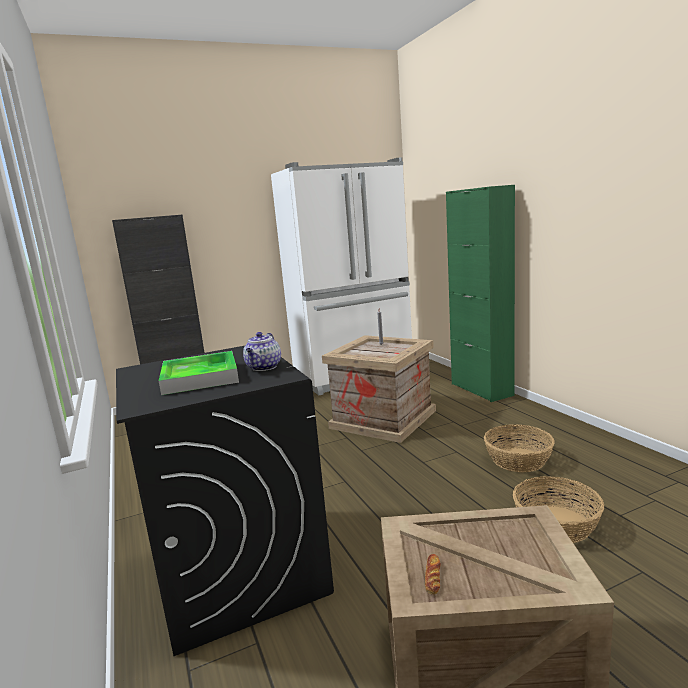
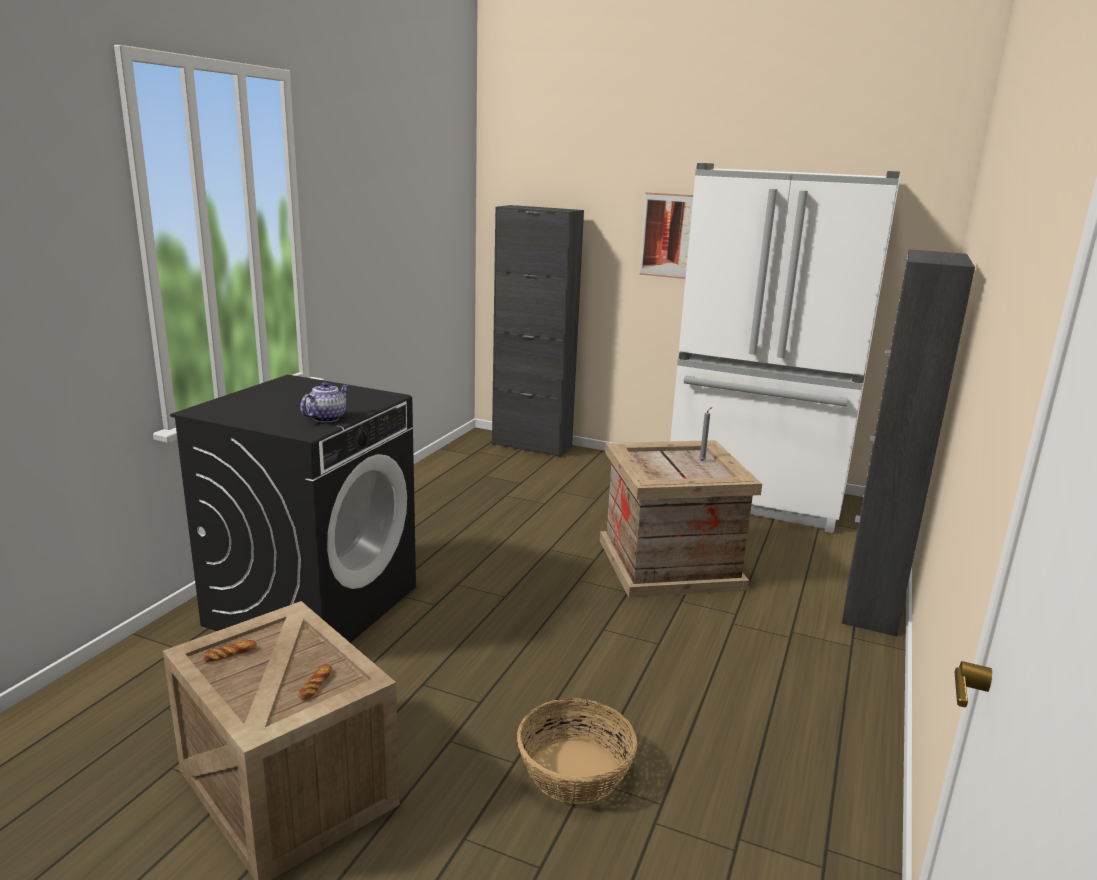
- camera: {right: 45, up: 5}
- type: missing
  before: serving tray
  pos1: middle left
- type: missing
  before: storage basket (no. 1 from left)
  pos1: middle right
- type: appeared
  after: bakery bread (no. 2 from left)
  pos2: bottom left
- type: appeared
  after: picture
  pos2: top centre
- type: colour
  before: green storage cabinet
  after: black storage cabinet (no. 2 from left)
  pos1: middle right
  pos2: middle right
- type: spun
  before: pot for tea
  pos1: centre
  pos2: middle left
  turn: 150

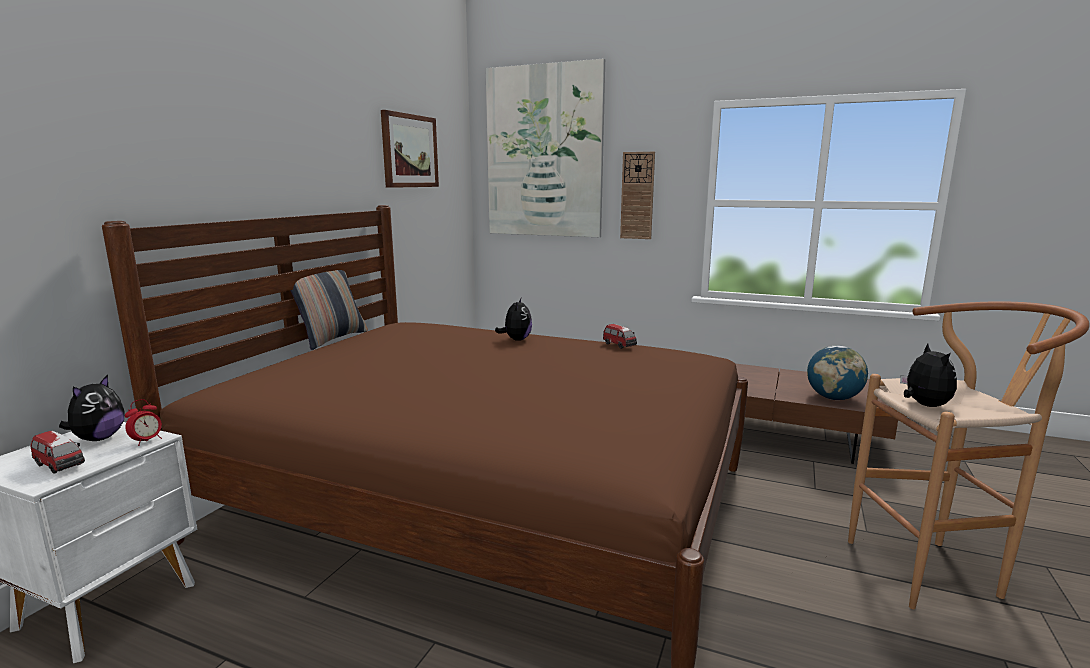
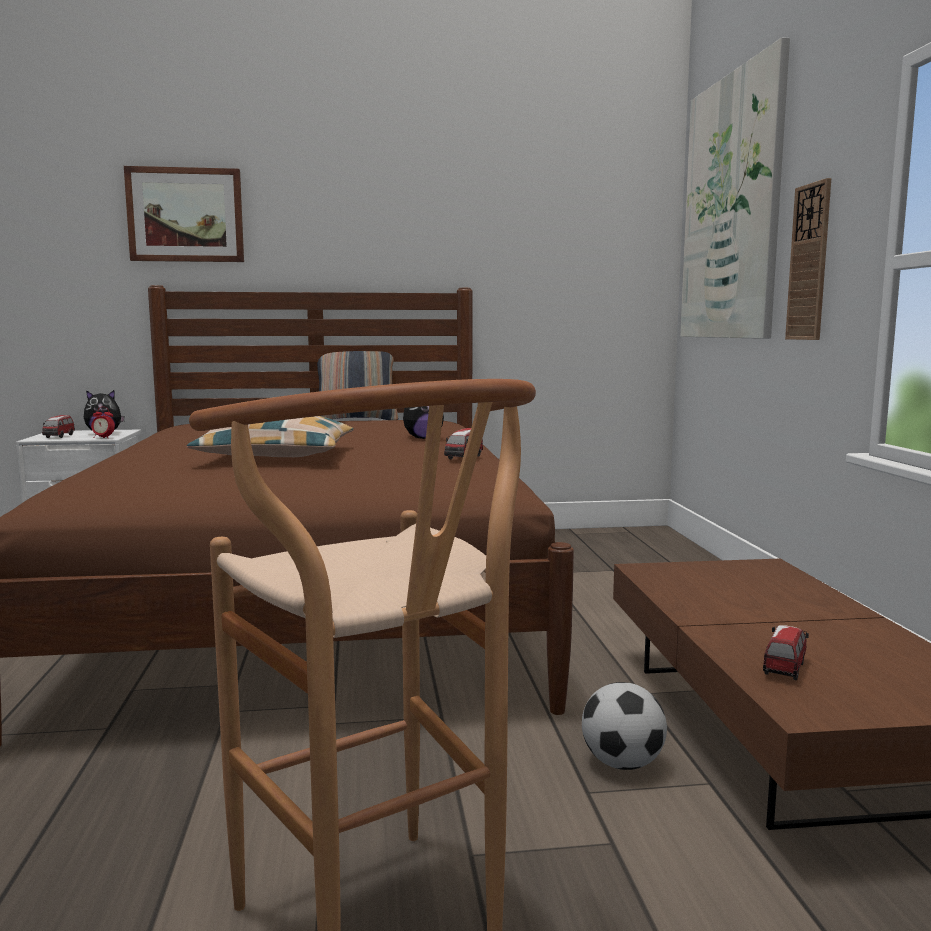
- camera: {right: 60, up: -5}
- type: missing
  before: cuddly toy (no. 3 from left)
  pos1: middle right
- type: appeared
  after: throw pillow (no. 1 from left)
  pos2: middle left
- type: appeared
  after: football
  pos2: bottom right
- type: relocated
  before: picture (no. 1 from left)
  pos1: top centre
  pos2: top left
- type: exchanged
  before: desk globe
  after: model car (no. 3 from left)
  pos1: middle right
  pos2: bottom right

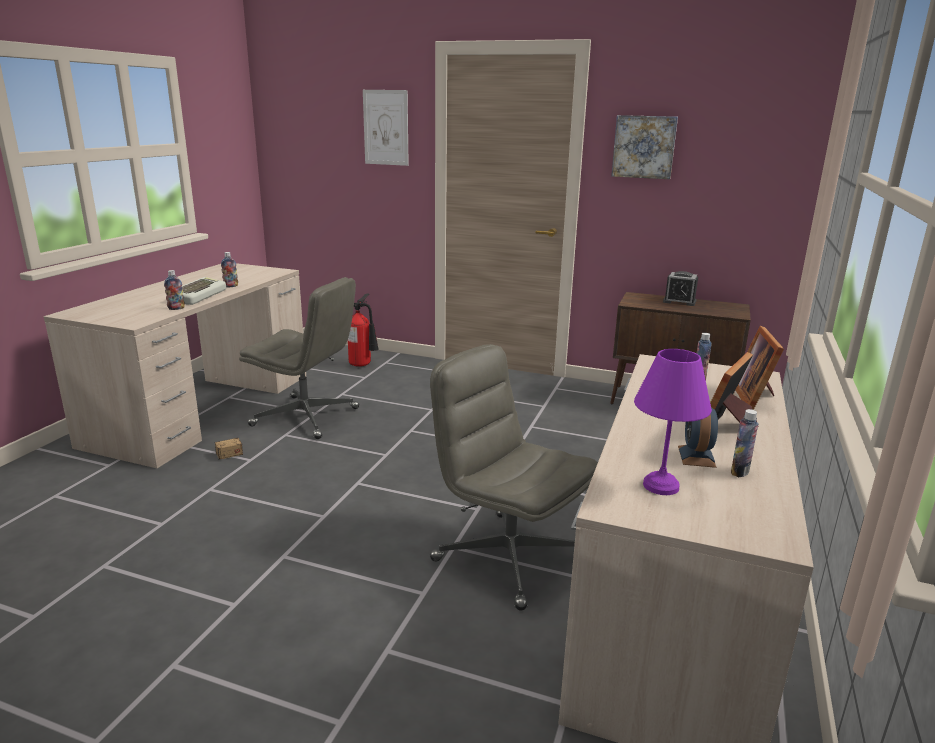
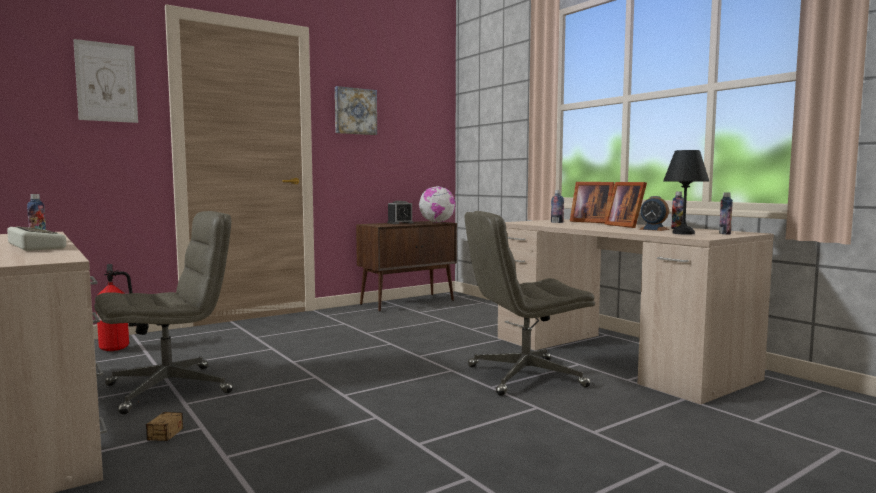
- camera: {right: -55, up: -15}
- type: appeared
  after: desk globe
  pos2: centre
- type: relocated
  before: beverage bottle (no. 1 from left in the first image)
  after: beverage bottle (no. 4 from left)
  pos1: middle left
  pos2: middle right
- type: colour
  before: purple-coloured tabletop lamp
  after: black tabletop lamp
  pos1: middle right
  pos2: middle right

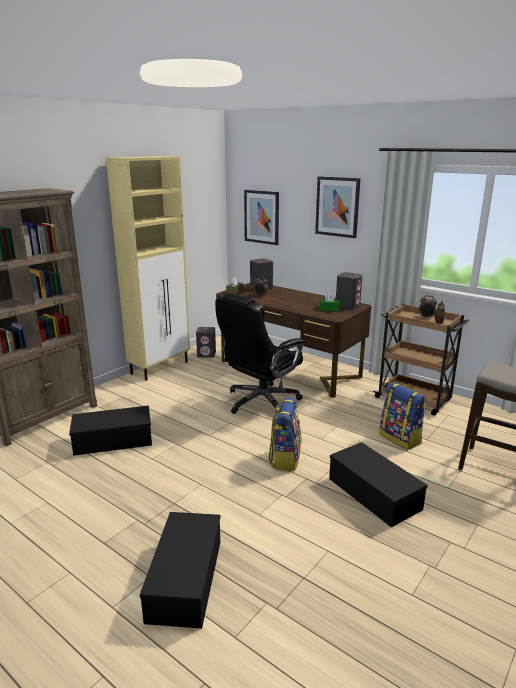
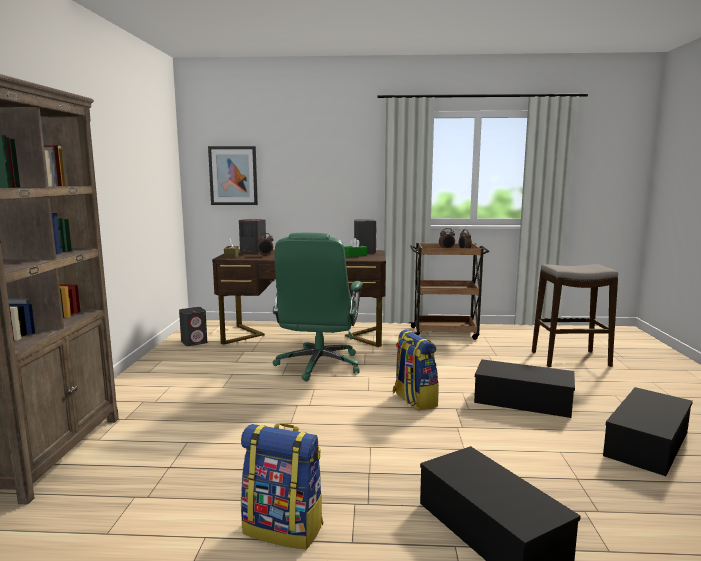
- camera: {right: -35, up: -10}
- type: missing
  before: sand-coloured storage cabinet
  pos1: middle left
- type: missing
  before: picture (no. 2 from left)
  pos1: top centre
- type: relocated
  before: black storage box (no. 1 from left in the first image)
  after: black storage box (no. 3 from left)
  pos1: middle left
  pos2: bottom right
- type: relocated
  before: rucksack (no. 2 from left in the first image)
  after: rucksack (no. 1 from left)
  pos1: middle right
  pos2: bottom centre
- type: colour
  before: black desk chair
  after: green desk chair
  pos1: centre
  pos2: centre

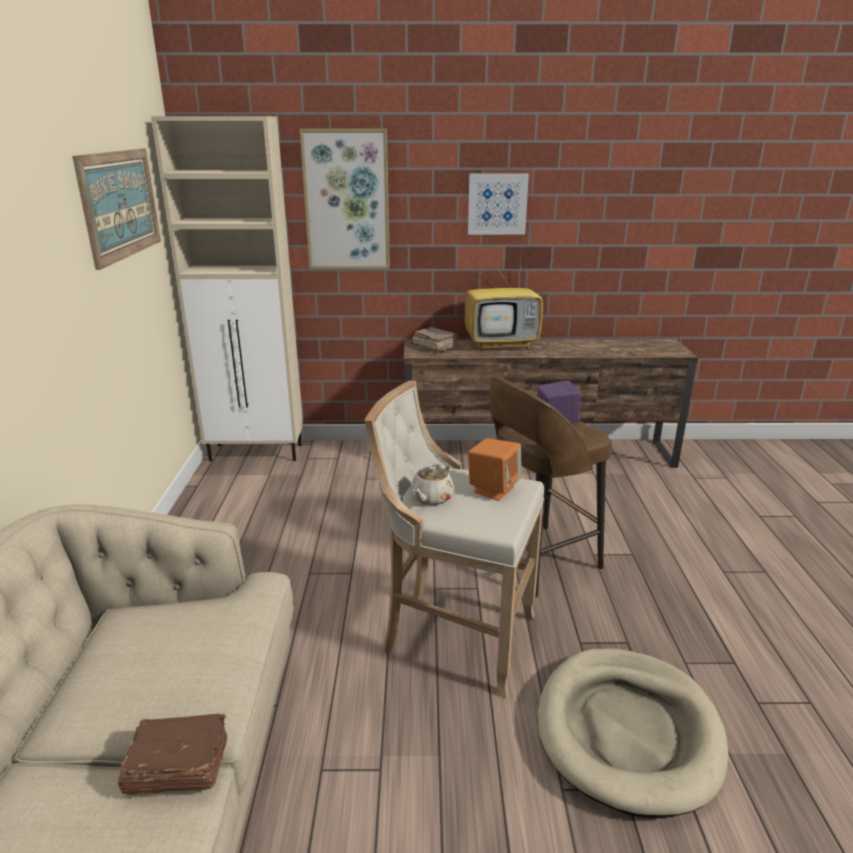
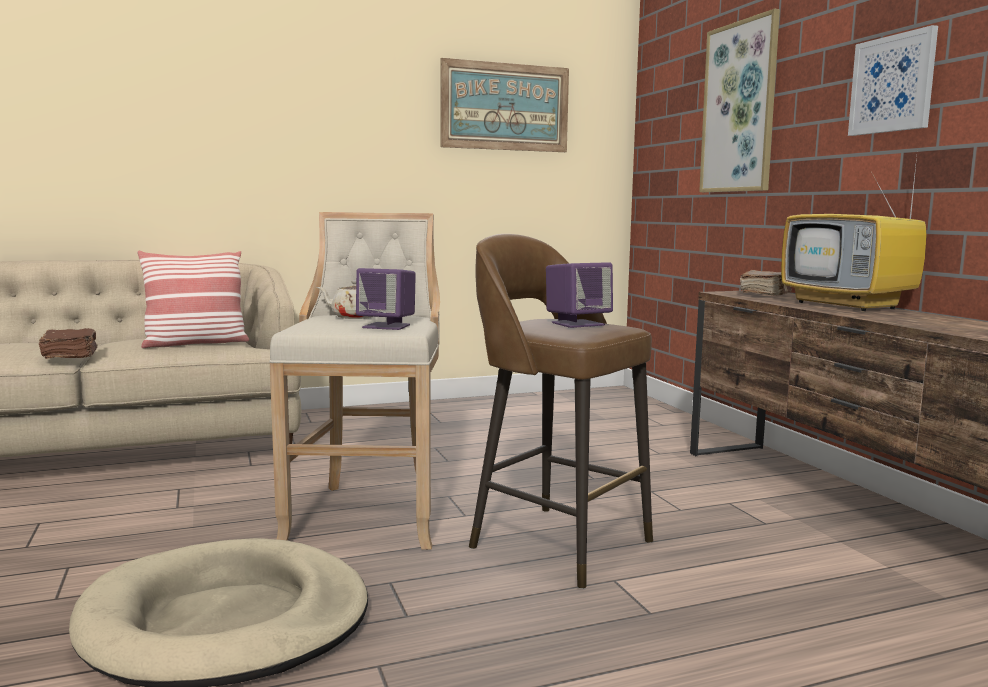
- camera: {right: 70, up: -15}
- type: missing
  before: sand-coloured storage cabinet
  pos1: middle left
- type: appeared
  after: throw pillow
  pos2: middle left
- type: colour
  before: orangey speaker
  after: purple-coloured speaker (no. 1 from left)
  pos1: centre
  pos2: centre

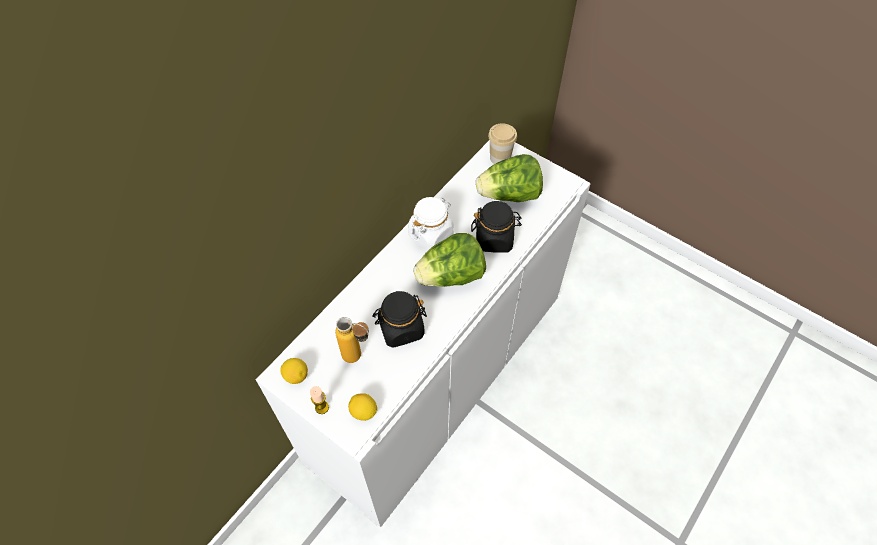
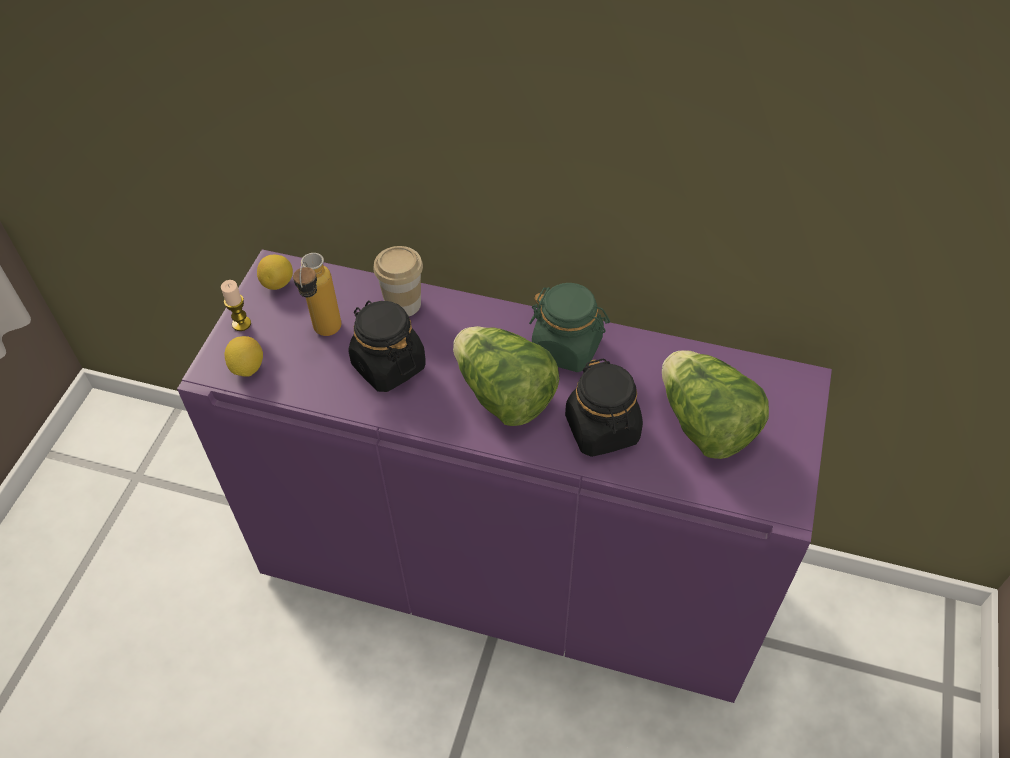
- camera: {right: 70, up: -5}
- type: relocated
  before: small cup
  pos1: top centre
  pos2: centre
- type: colour
  before: whitish storage cabinet
  after: purple-coloured storage cabinet
  pos1: centre
  pos2: centre
- type: colour
  before: whitish jar
  after: green jar
  pos1: centre
  pos2: centre

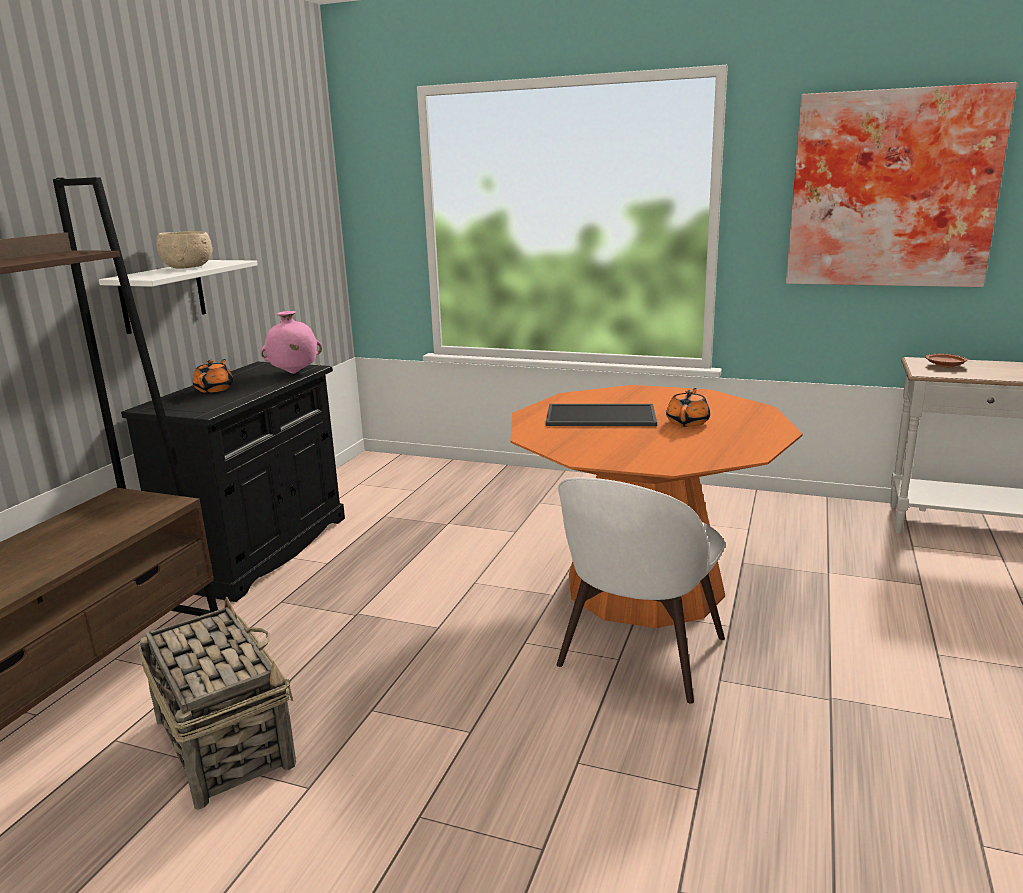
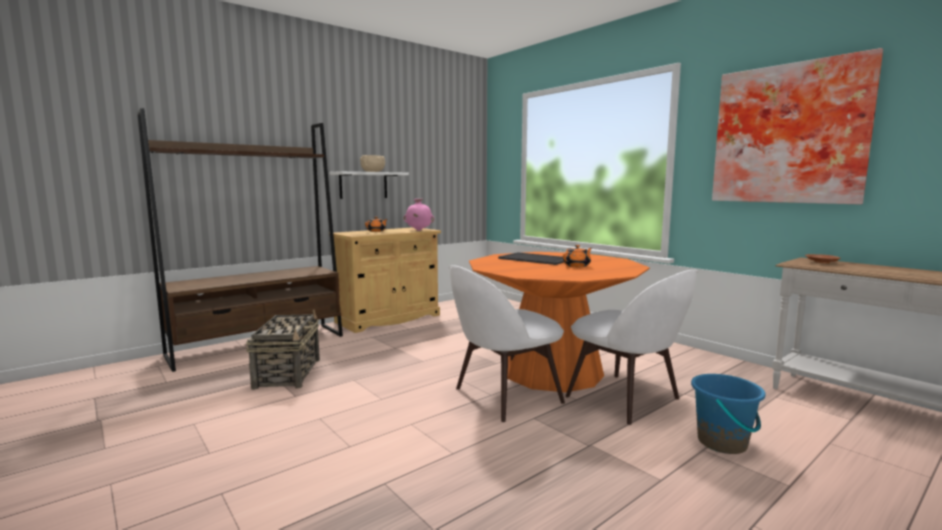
- camera: {right: 30, up: -10}
- type: appeared
  after: whitish plain chair (no. 2 from left)
  pos2: middle right
- type: appeared
  after: bluish pail
  pos2: bottom right
- type: colour
  before: black storage cabinet
  after: sand-coloured storage cabinet
  pos1: middle left
  pos2: centre

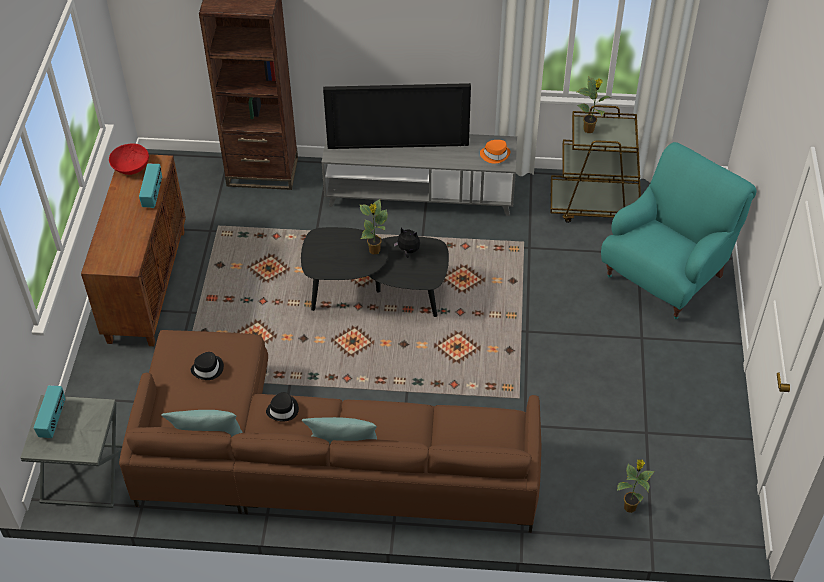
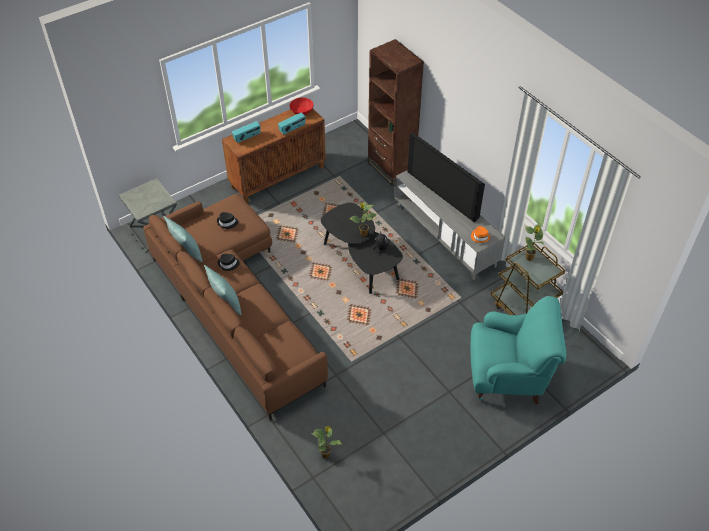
- camera: {right: 50, up: 0}
- type: relocated
  before: radio receiver (no. 1 from left)
  pos1: bottom left
  pos2: top centre

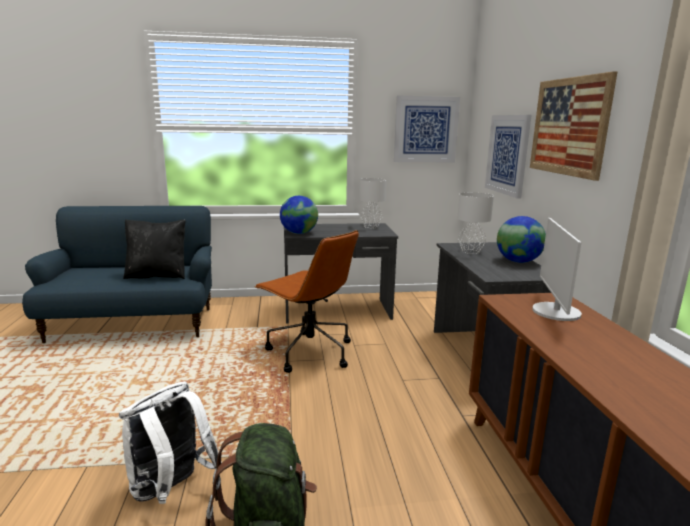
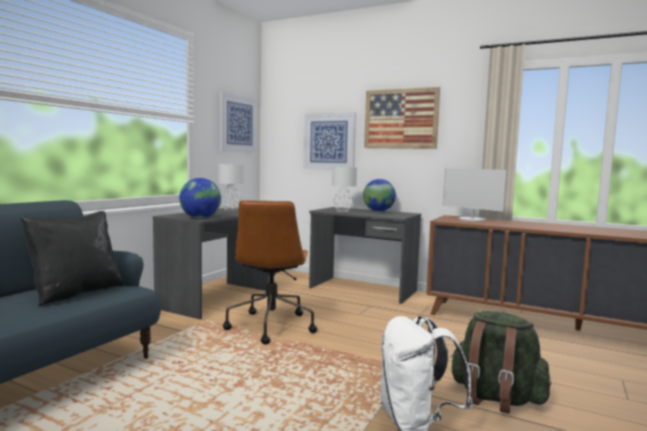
- camera: {right: -55, up: -10}
- type: spun
  before: brownish desk chair
  pos1: centre
  pos2: centre
  turn: 105

